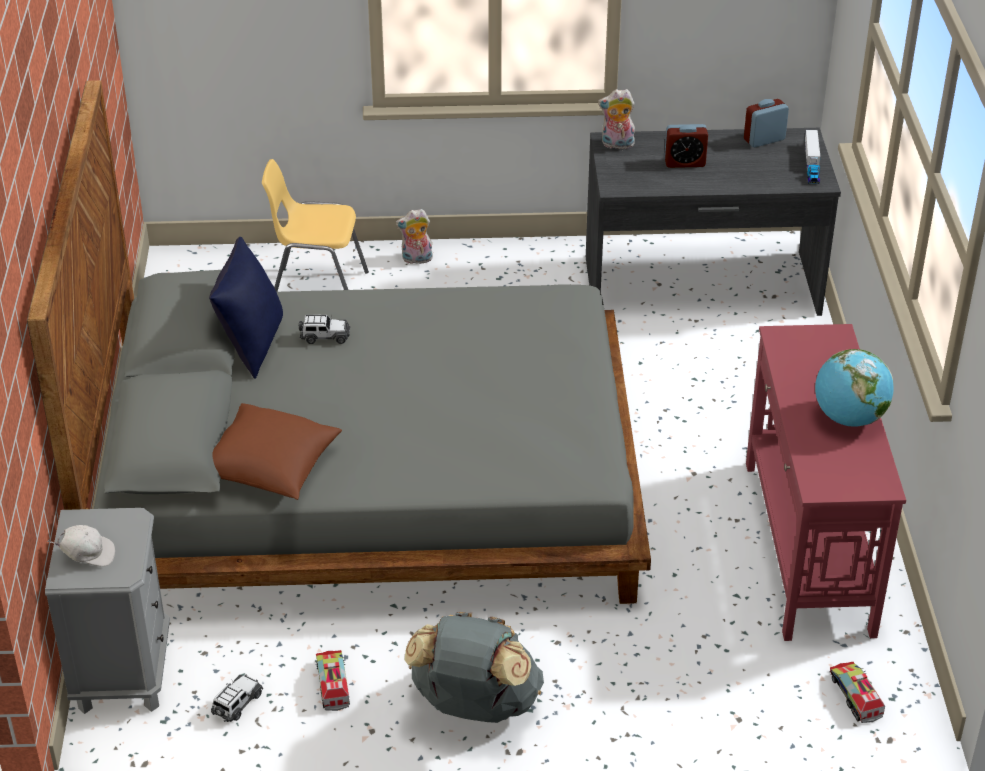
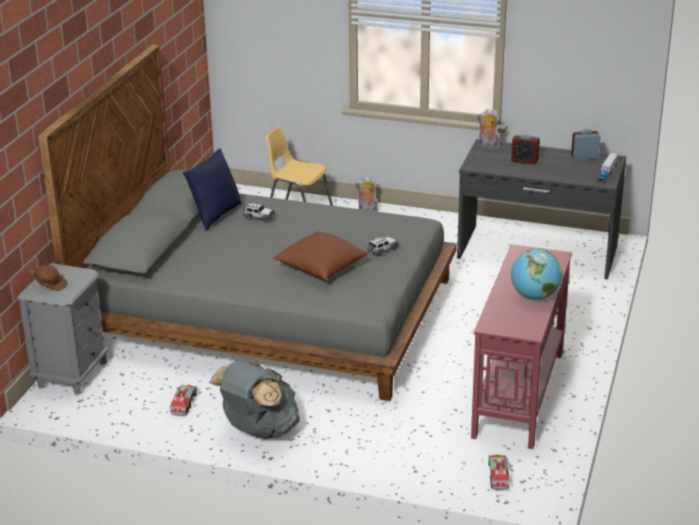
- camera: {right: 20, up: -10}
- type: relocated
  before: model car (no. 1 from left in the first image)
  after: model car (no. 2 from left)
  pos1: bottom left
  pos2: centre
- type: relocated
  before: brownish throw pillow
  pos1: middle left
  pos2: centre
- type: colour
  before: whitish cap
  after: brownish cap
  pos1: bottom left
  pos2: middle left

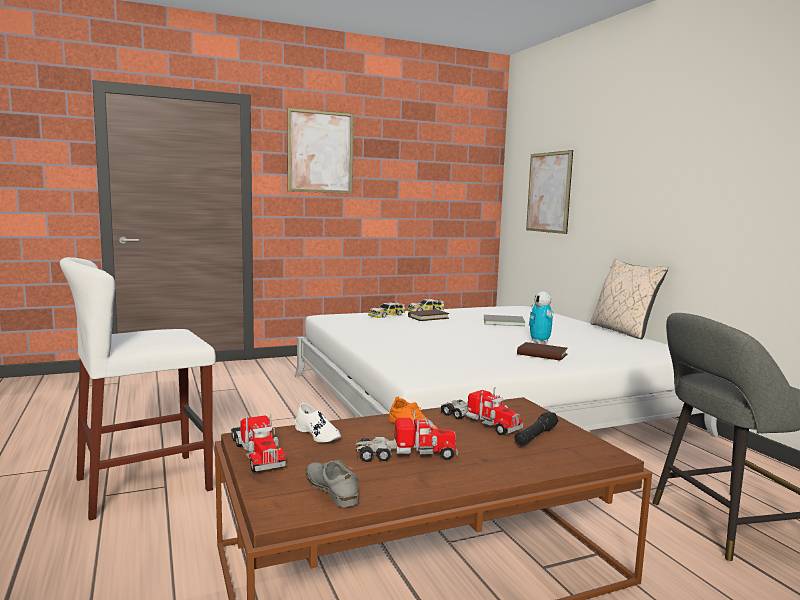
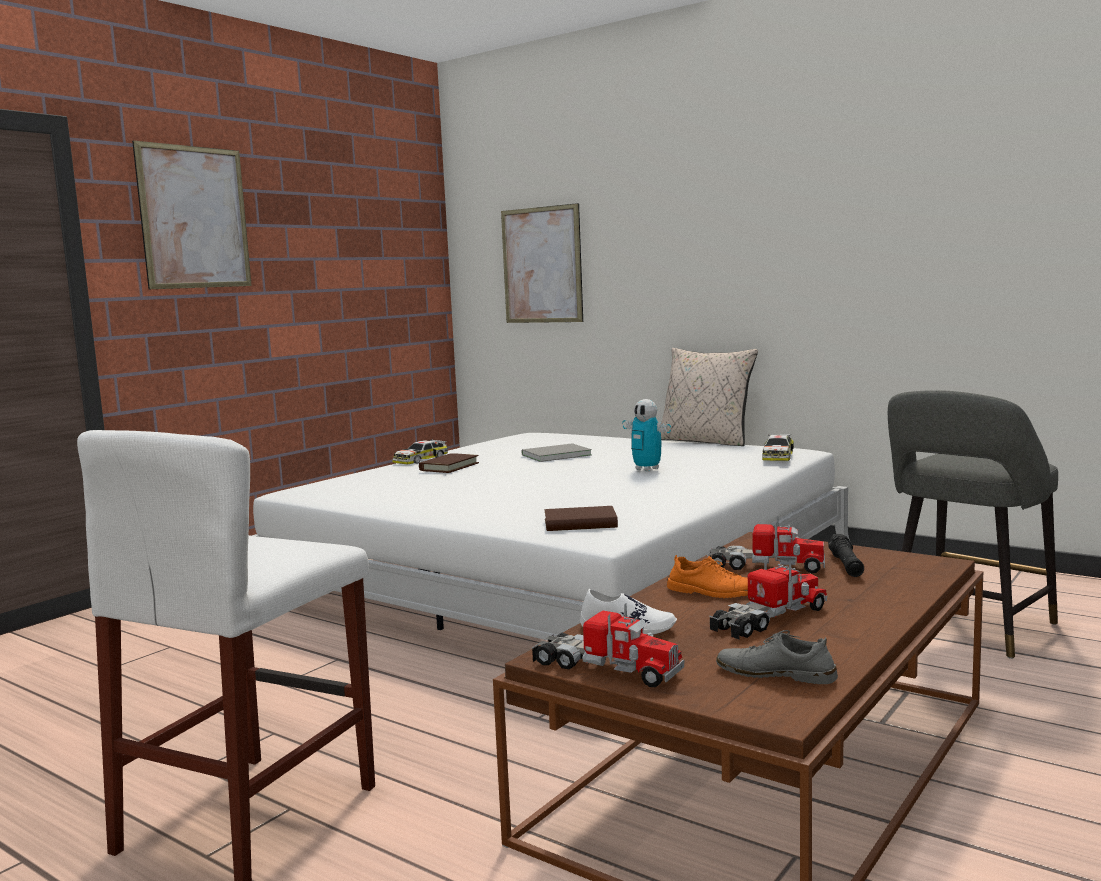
- camera: {right: -30, up: 0}
- type: relocated
  before: model car (no. 1 from left in the first image)
  after: model car (no. 2 from left)
  pos1: centre
  pos2: middle right
- type: relocated
  before: brownish bound book (no. 2 from left)
  pos1: middle right
  pos2: centre

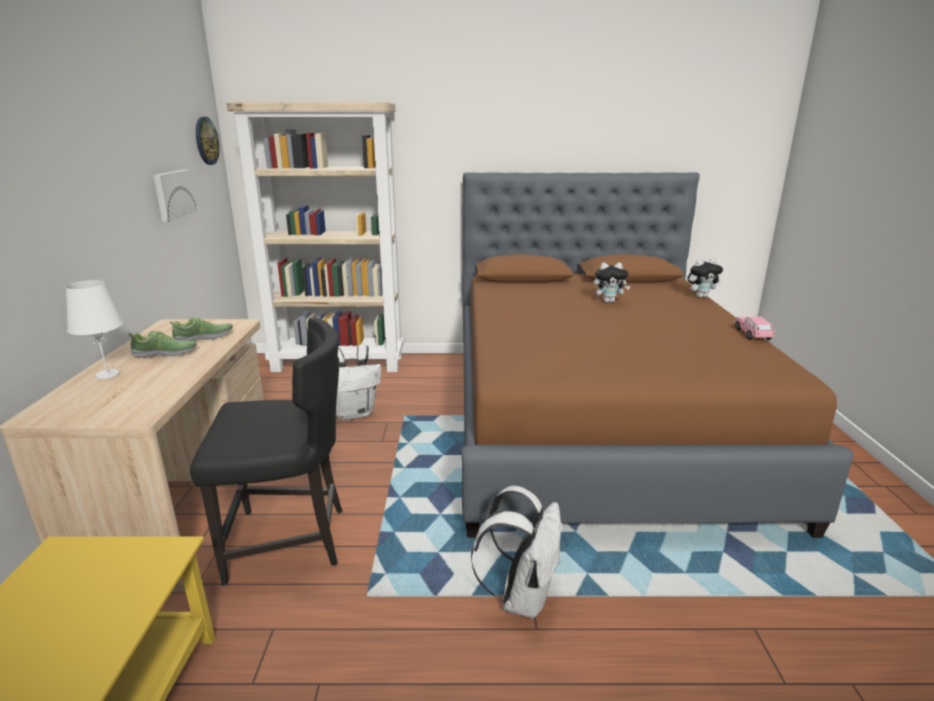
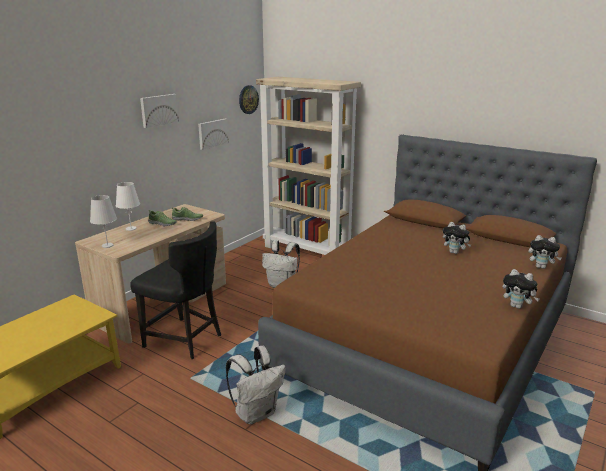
- camera: {right: 35, up: 0}
- type: appeared
  after: whitish tabletop lamp (no. 1 from left)
  pos2: middle left
- type: appeared
  after: picture (no. 1 from left)
  pos2: top left
- type: exchanged
  before: pink model car
  after: cuddly toy (no. 2 from left)
  pos1: middle right
  pos2: middle right

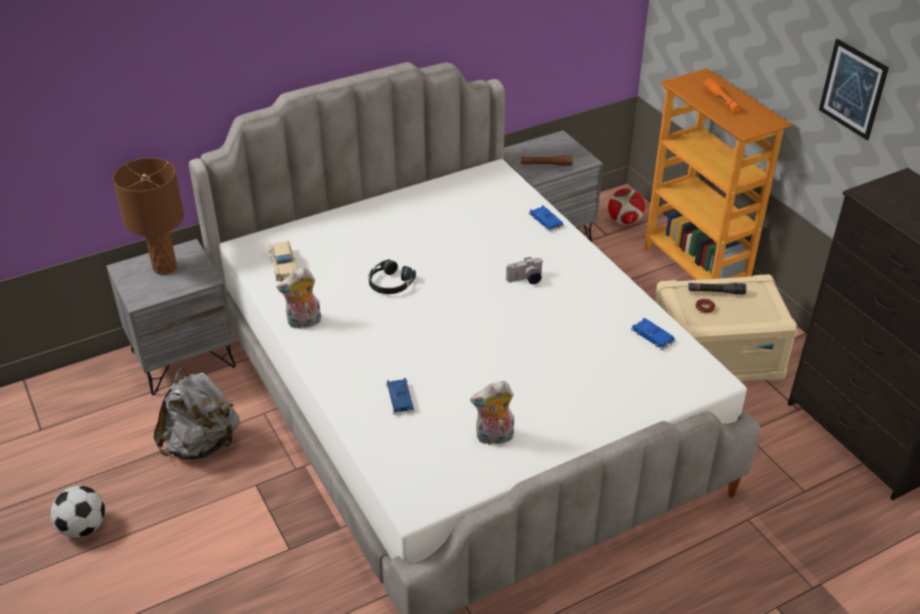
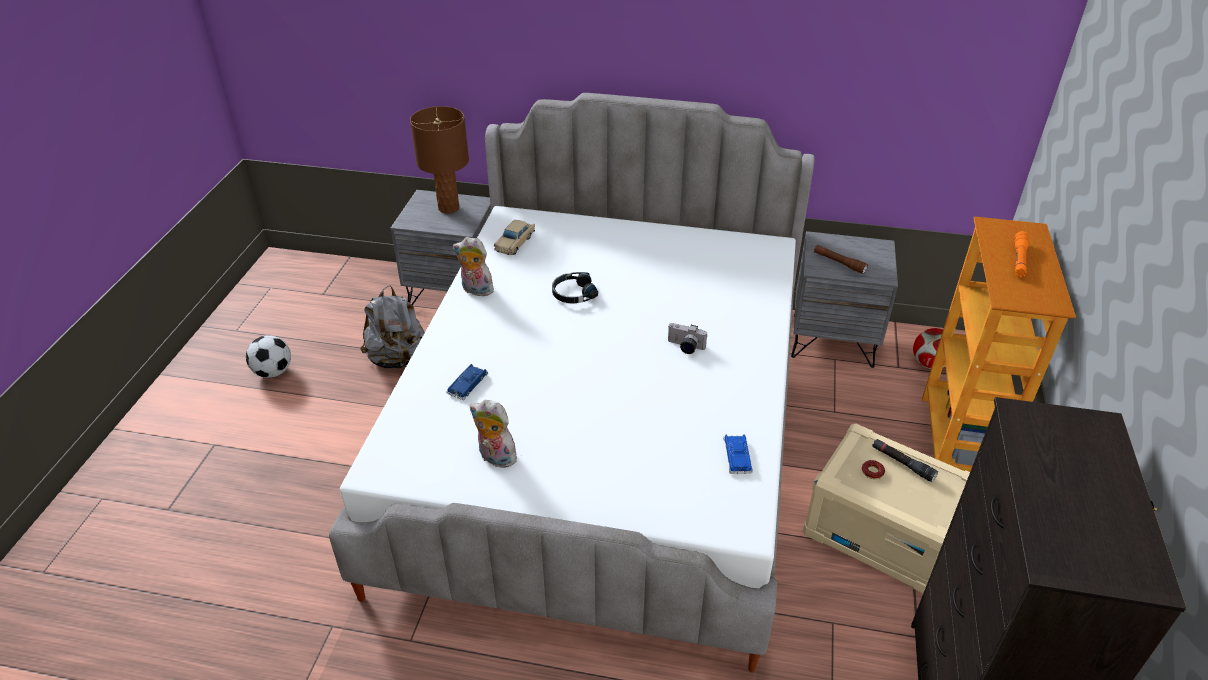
- camera: {right: 40, up: 0}
- type: missing
  before: bluish model car (no. 2 from left)
  pos1: centre
- type: missing
  before: picture
  pos1: top right

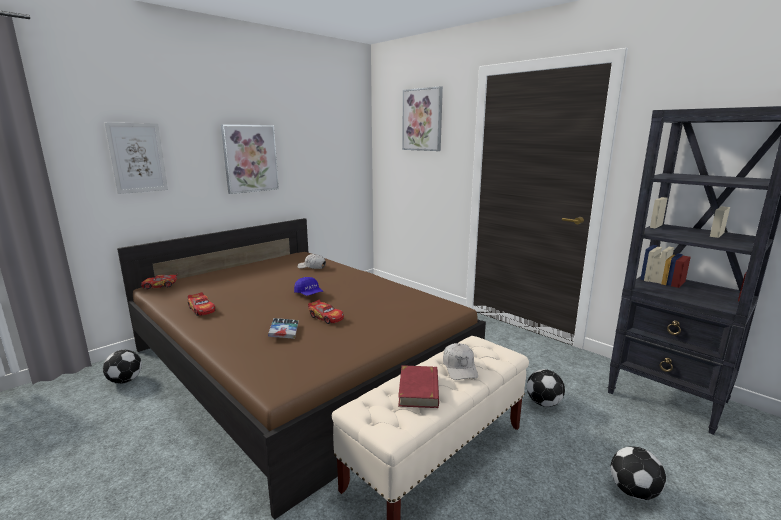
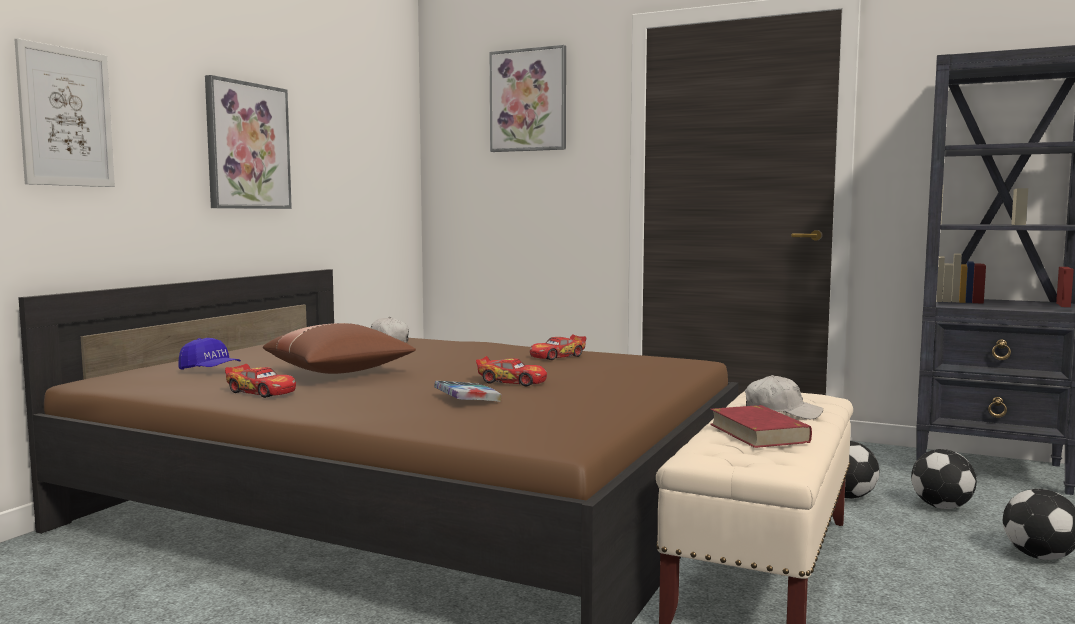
- camera: {right: -20, up: -10}
- type: appeared
  after: brownish throw pillow
  pos2: middle left
- type: relocated
  before: football (no. 1 from left in the first image)
  after: football (no. 2 from left)
  pos1: bottom left
  pos2: bottom right
- type: relocated
  before: model car (no. 1 from left in the first image)
  after: model car (no. 3 from left)
  pos1: middle left
  pos2: centre
- type: relocated
  before: bluish cap
  pos1: centre
  pos2: middle left
- type: spun
  before: whitish cap (no. 2 from left)
  pos1: bottom centre
  pos2: middle right
  turn: -45

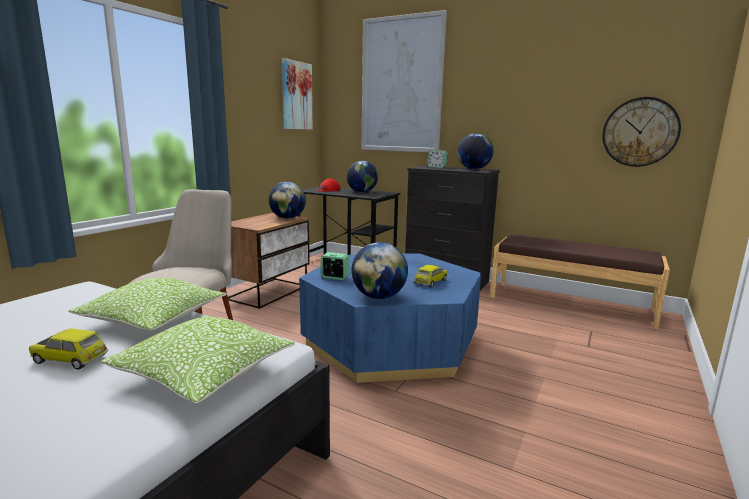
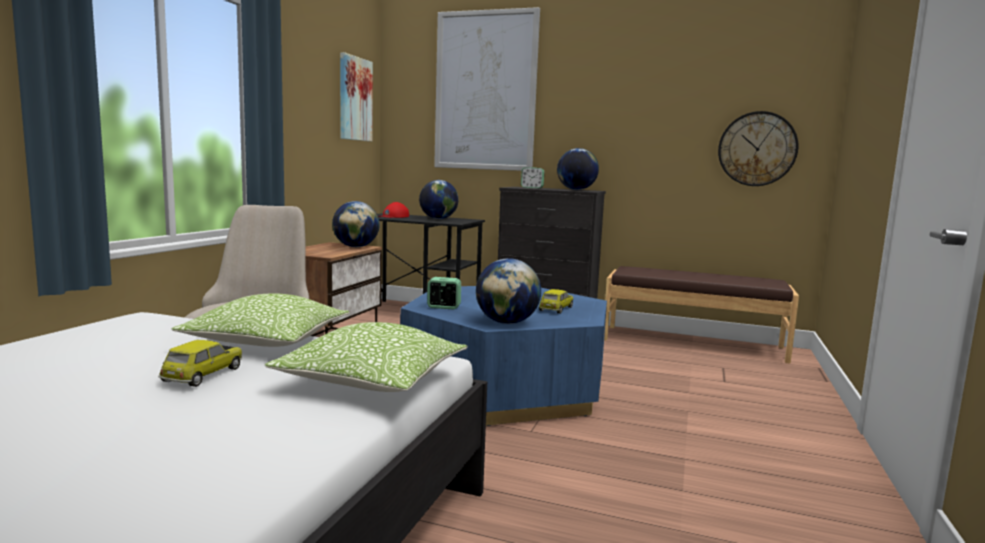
- camera: {right: -10, up: -5}
- type: spun
  before: model car (no. 1 from left)
  pos1: bottom left
  pos2: bottom left
  turn: 105

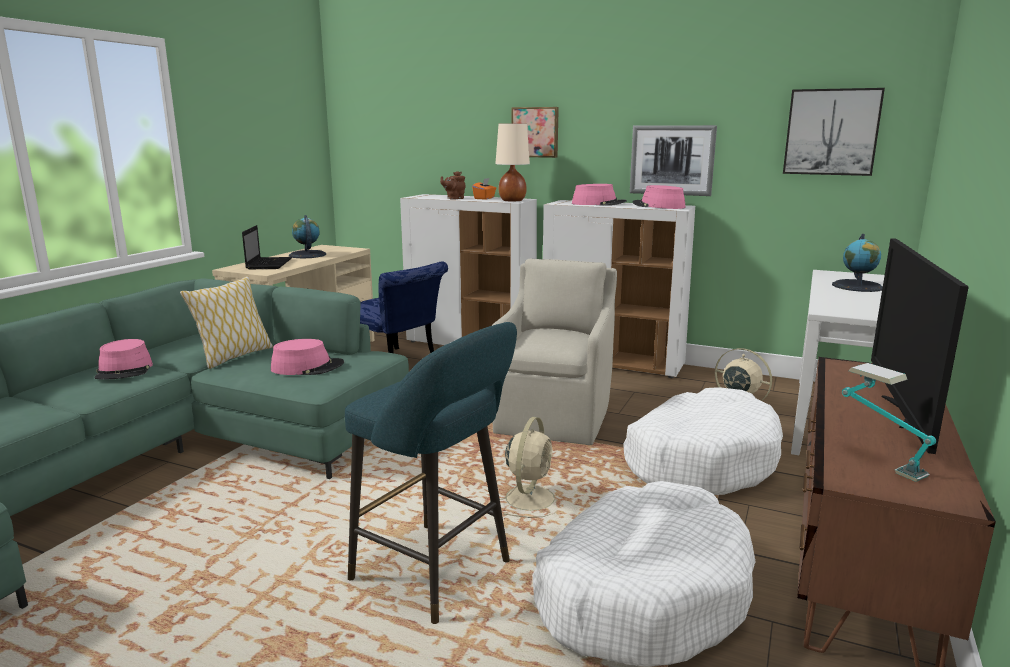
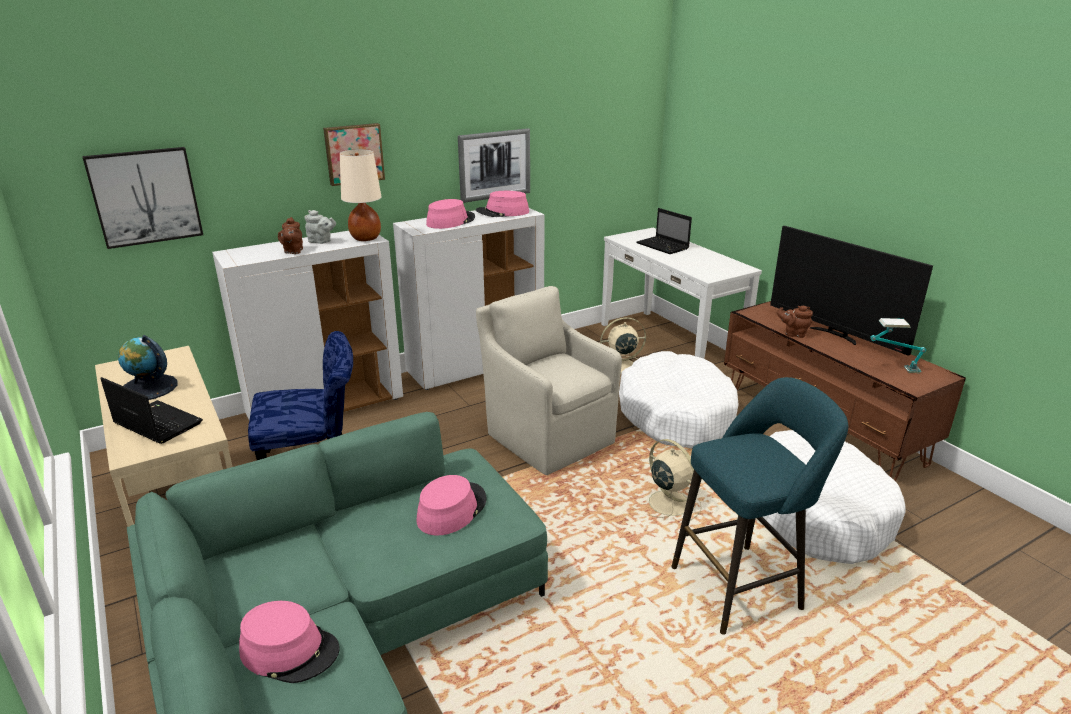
- camera: {right: -55, up: 10}
- type: missing
  before: throw pillow
  pos1: middle left
- type: appeared
  after: brownish pot for tea (no. 2 from left)
  pos2: middle right
- type: relocated
  before: picture (no. 3 from left in the first image)
  after: picture (no. 1 from left)
  pos1: top right
  pos2: top left
- type: exchanged
  before: orangey tissue box
  after: gray pot for tea
  pos1: top centre
  pos2: top left
- type: exchanged
  before: desk globe (no. 2 from left)
  after: notebook computer (no. 2 from left)
  pos1: middle right
  pos2: top centre

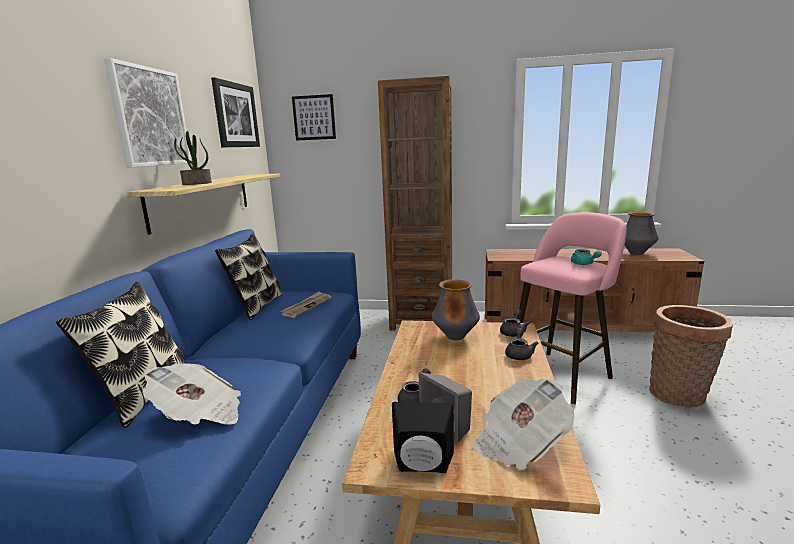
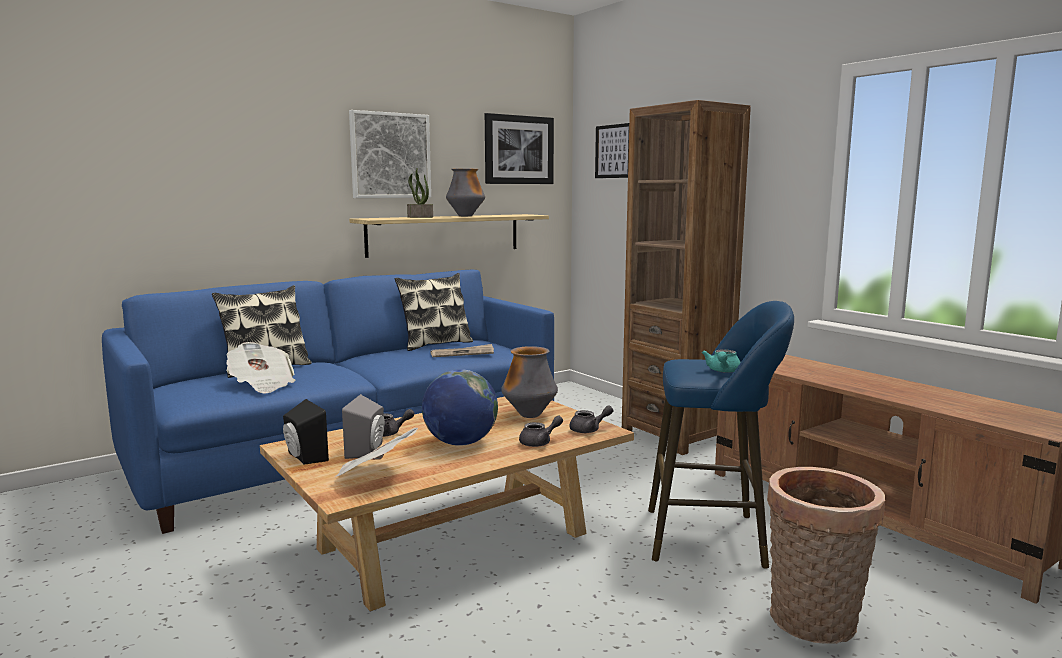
- camera: {right: 45, up: -5}
- type: appeared
  after: desk globe
  pos2: centre
- type: relocated
  before: flower vase (no. 2 from left in the first image)
  after: flower vase (no. 1 from left)
  pos1: middle right
  pos2: top centre
- type: colour
  before: pink stool
  after: bluish stool
  pos1: middle right
  pos2: middle right

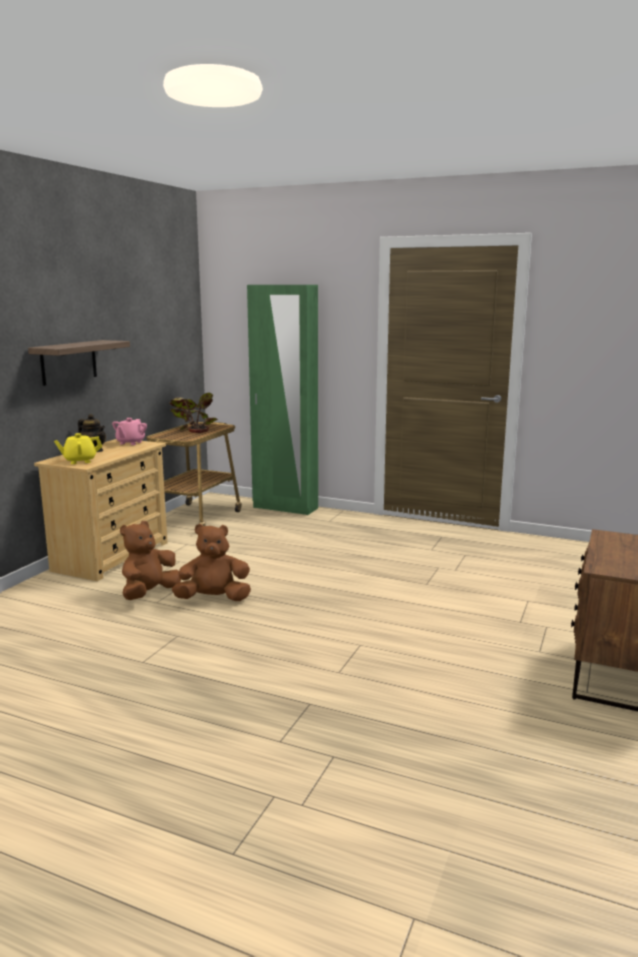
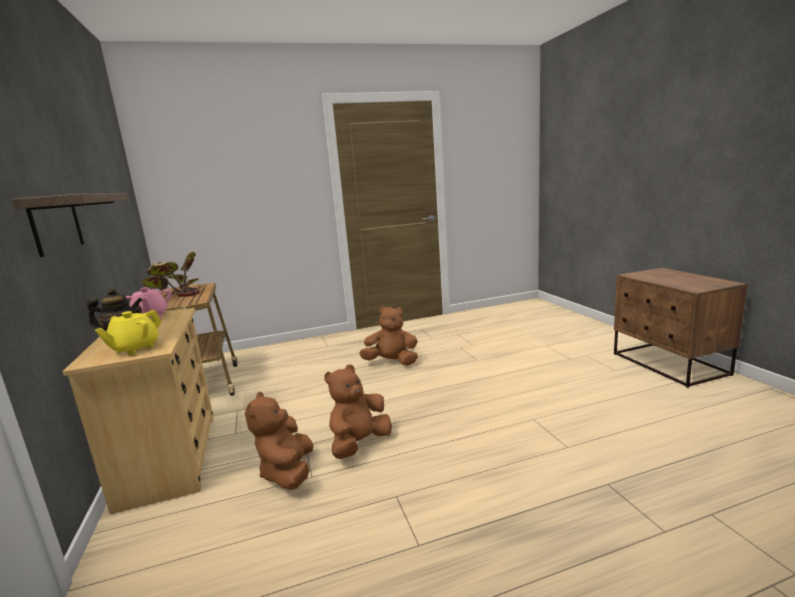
- camera: {right: -40, up: 0}
- type: missing
  before: green wardrobe
  pos1: centre
- type: appeared
  after: brownish cuddly toy (no. 3 from left)
  pos2: centre

